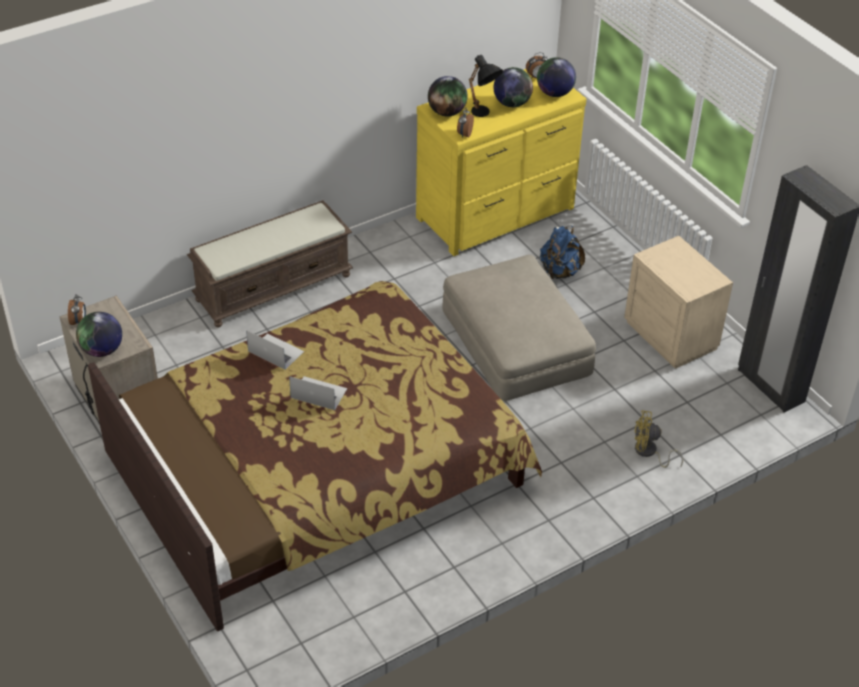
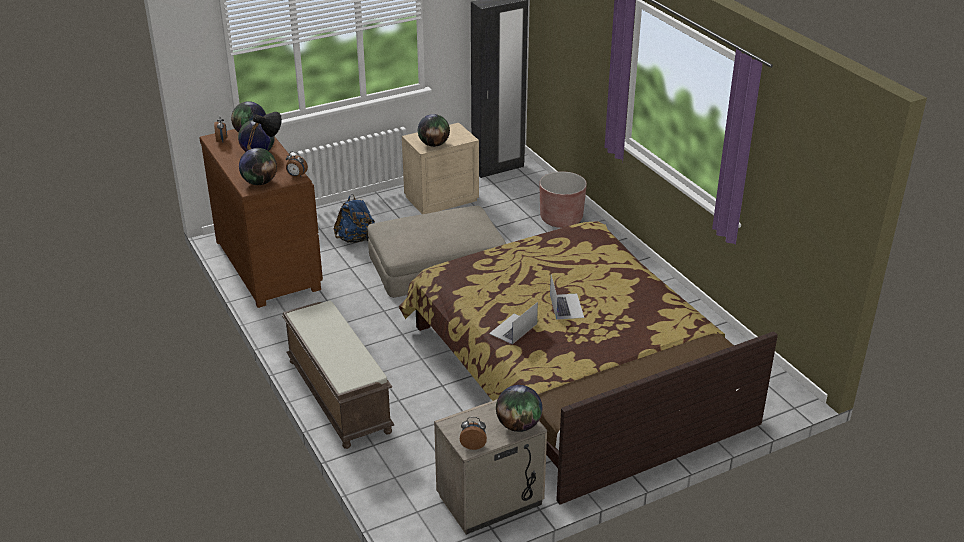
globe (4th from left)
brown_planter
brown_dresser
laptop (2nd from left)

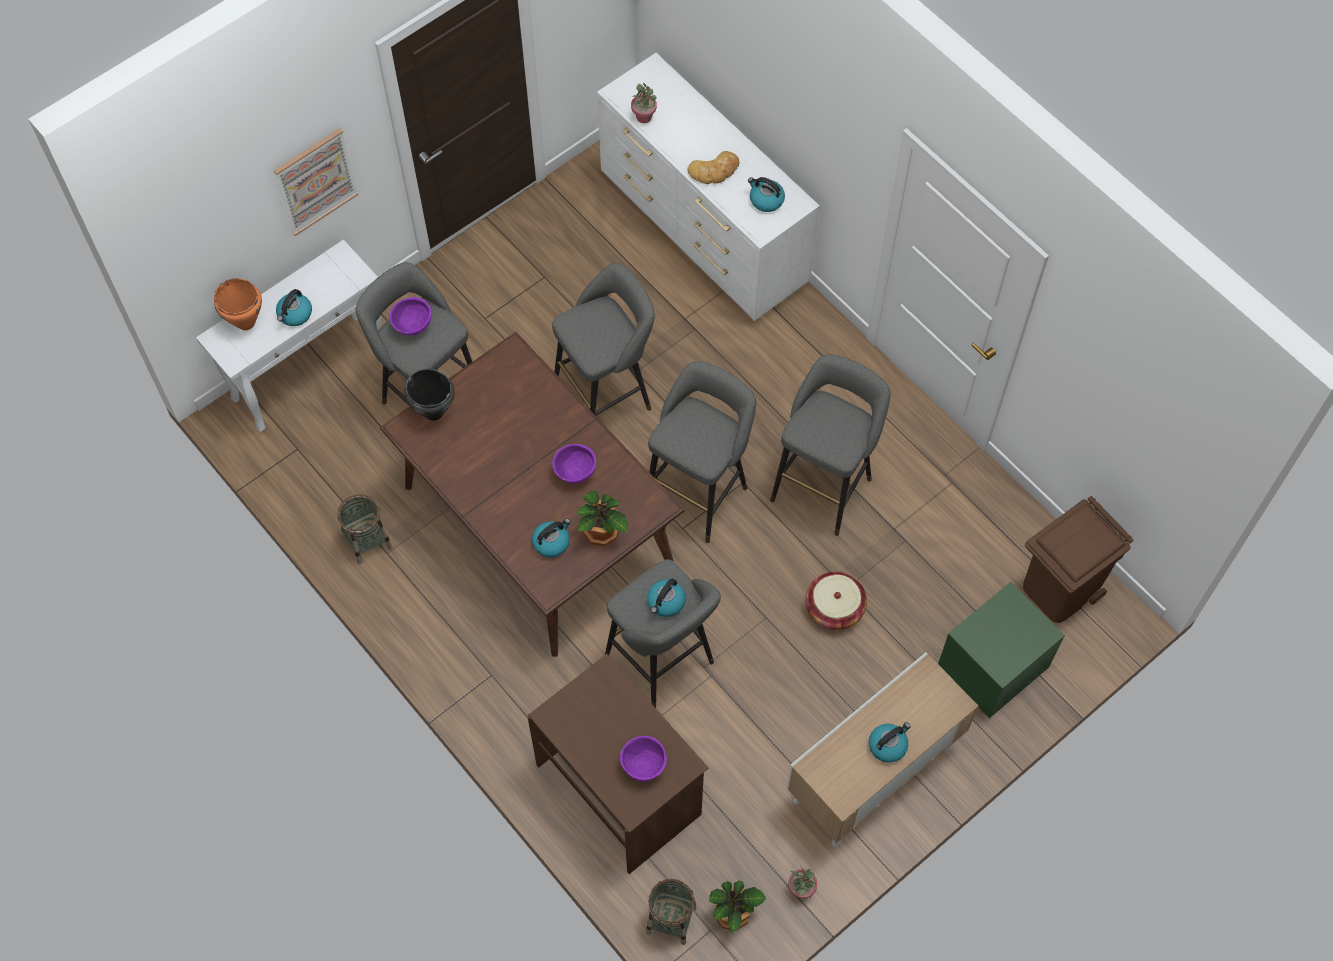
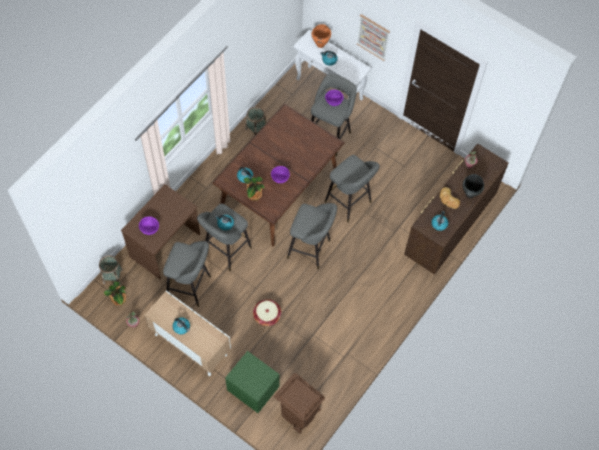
black_cooking_pot
grey_stool (1st from left)
brown_dresser

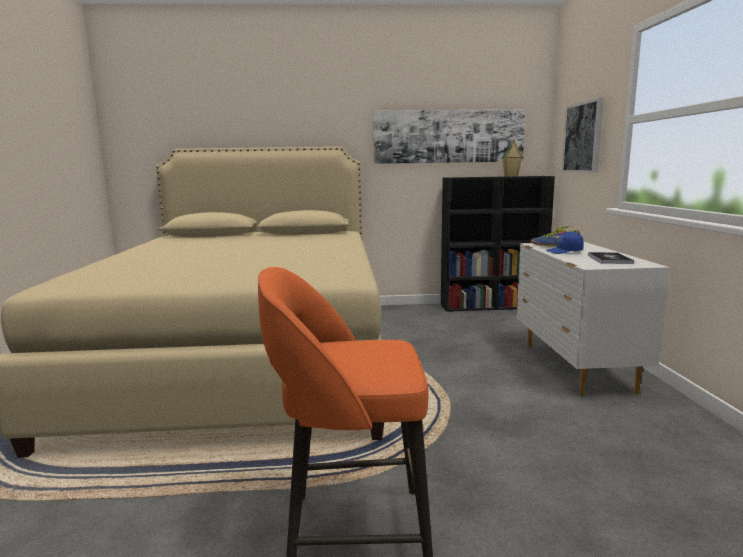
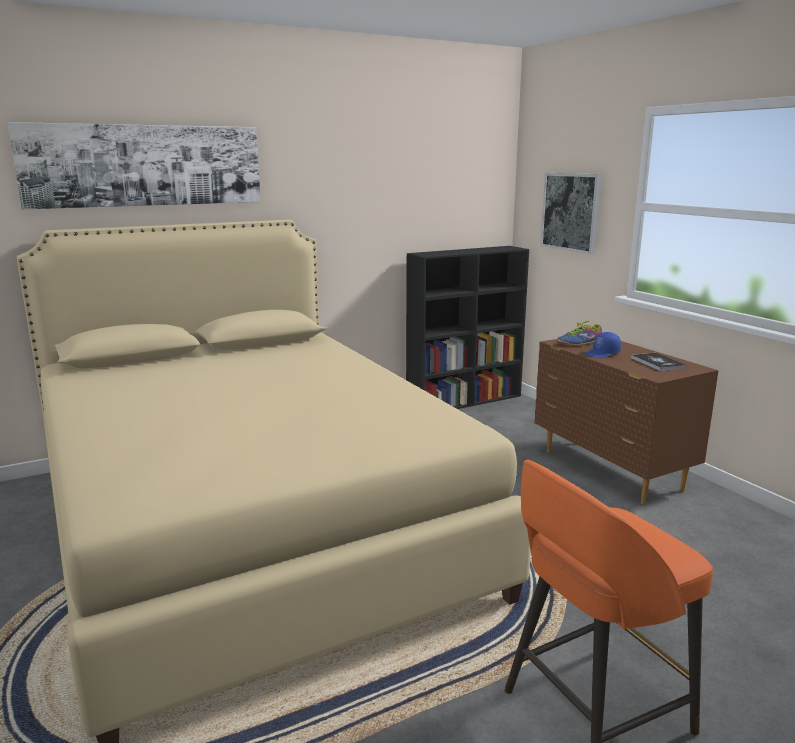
toy_house
picture (1st from left)
brown_dresser

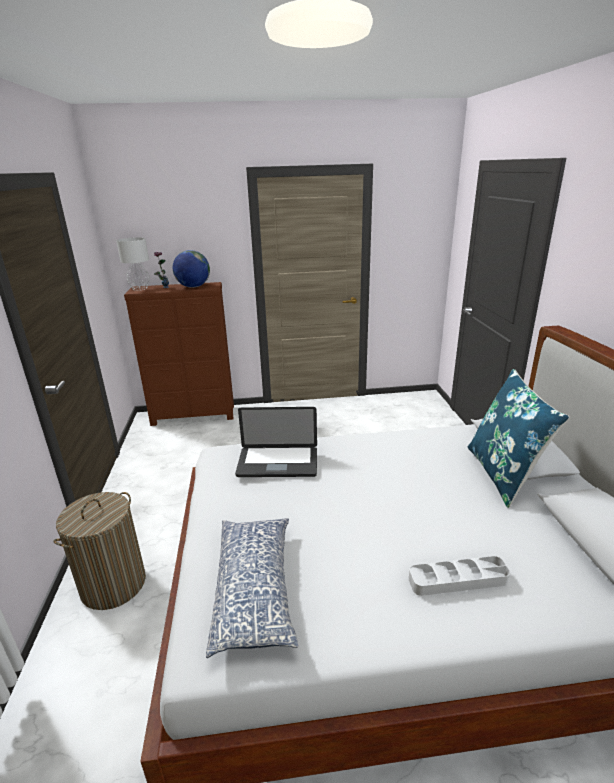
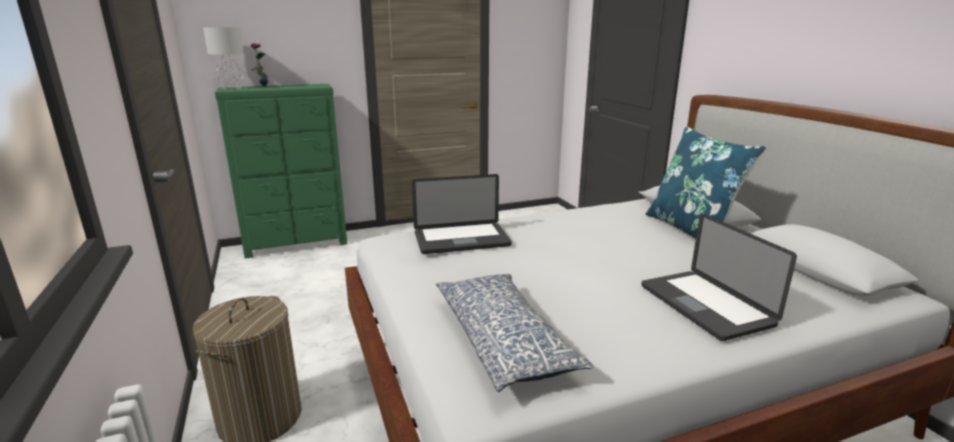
globe
laptop (2nd from left)
green_dresser

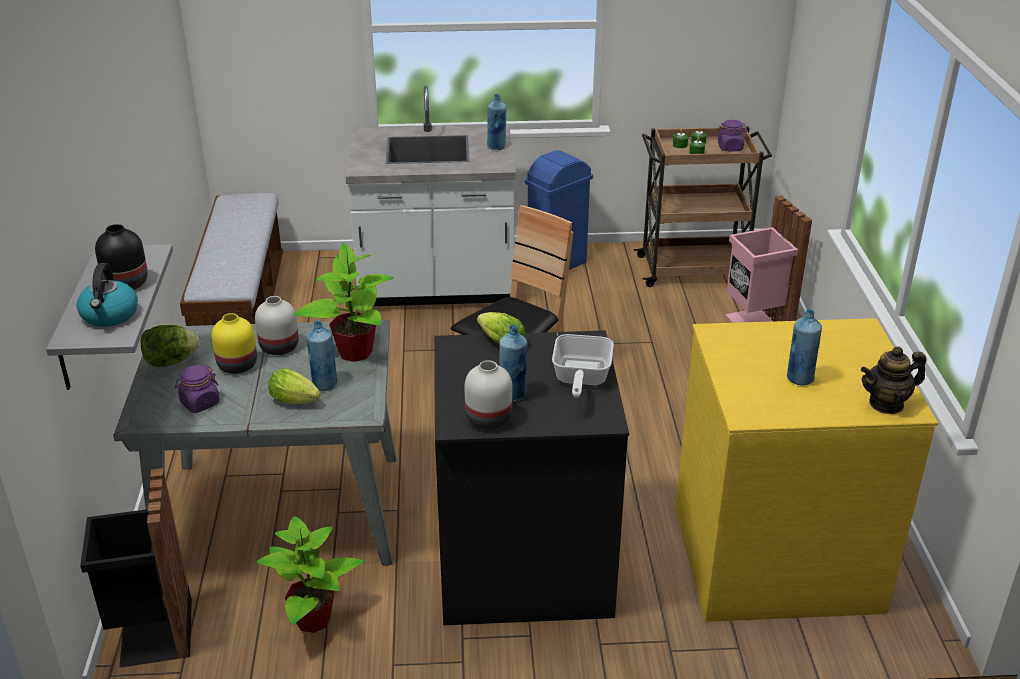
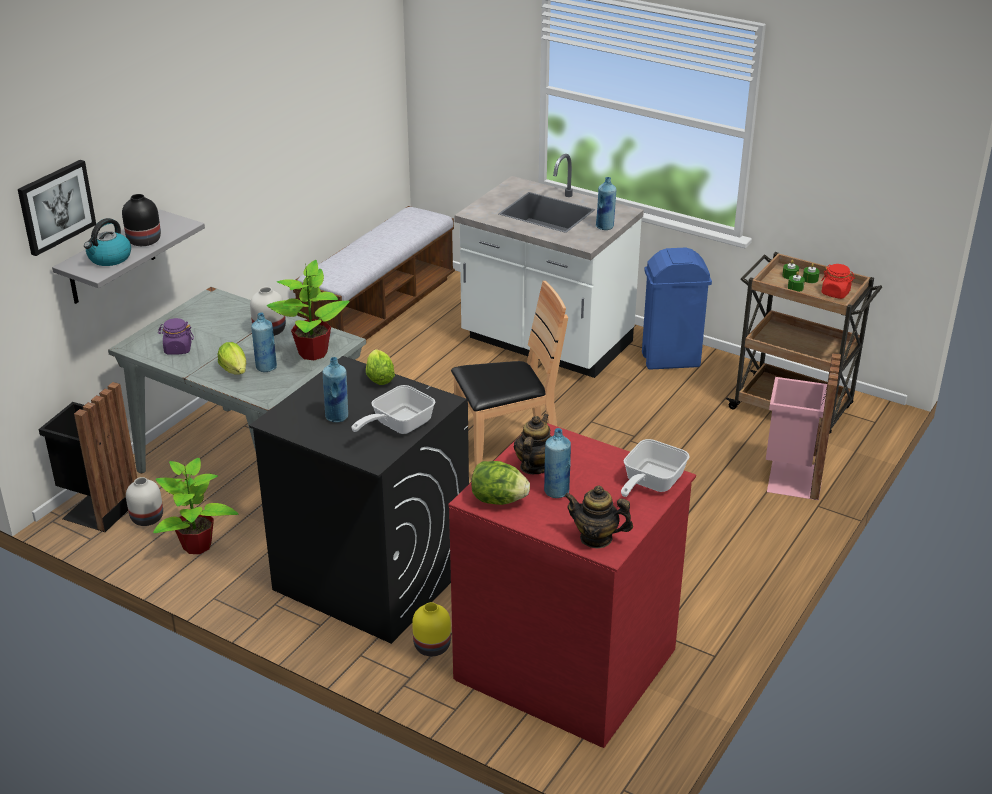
picture
teapot (1st from left)
frying_pan (2nd from left)
lettuce (3rd from left)
yellow_vase
white_vase (1st from left)
red_dresser
red_jar

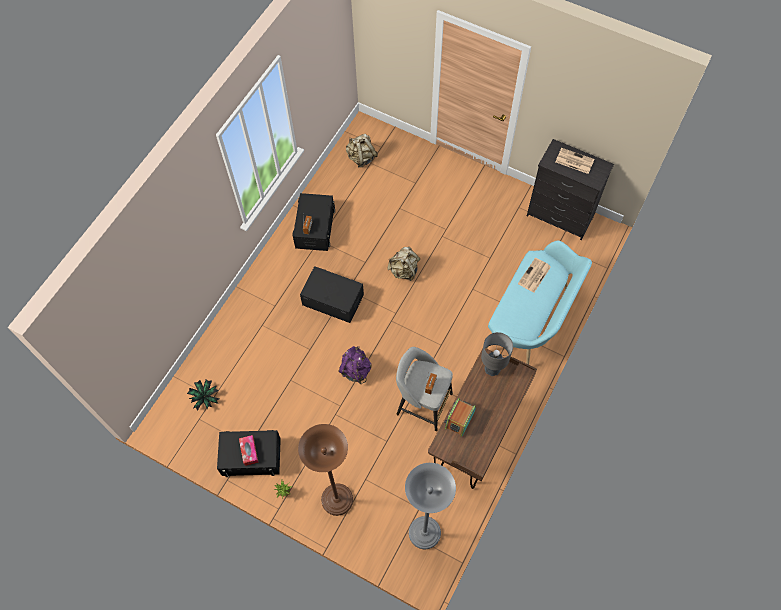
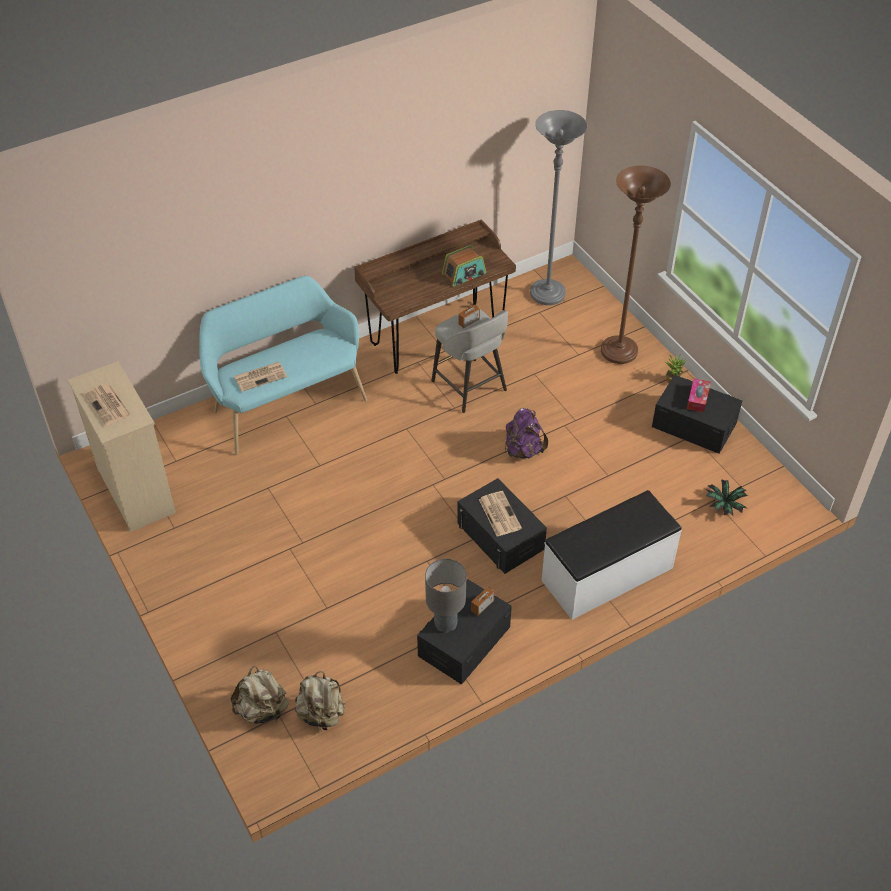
newspaper (3rd from left)
white_bench
beige_backpack (1st from left)
grey_table_lamp
beige_dresser

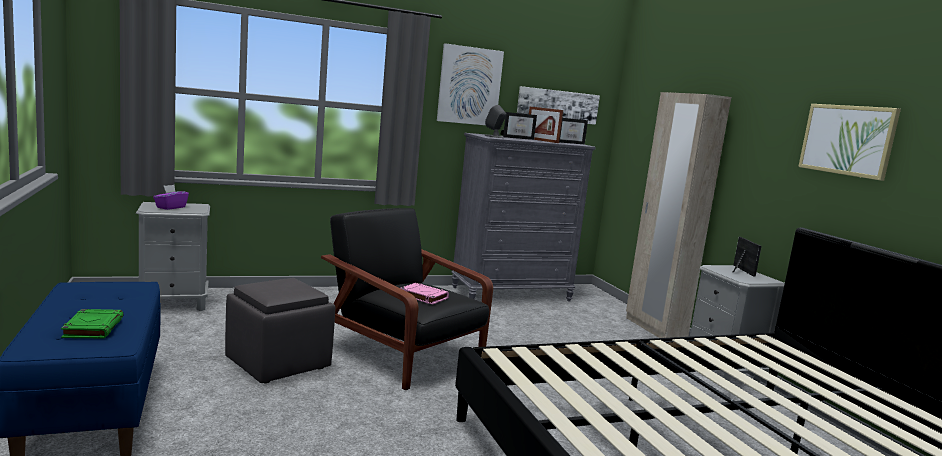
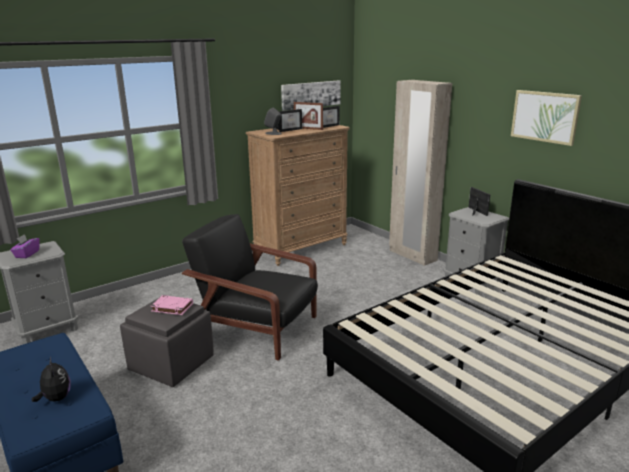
picture (1st from left in the first image)
pink_book
plush_toy
brown_dresser

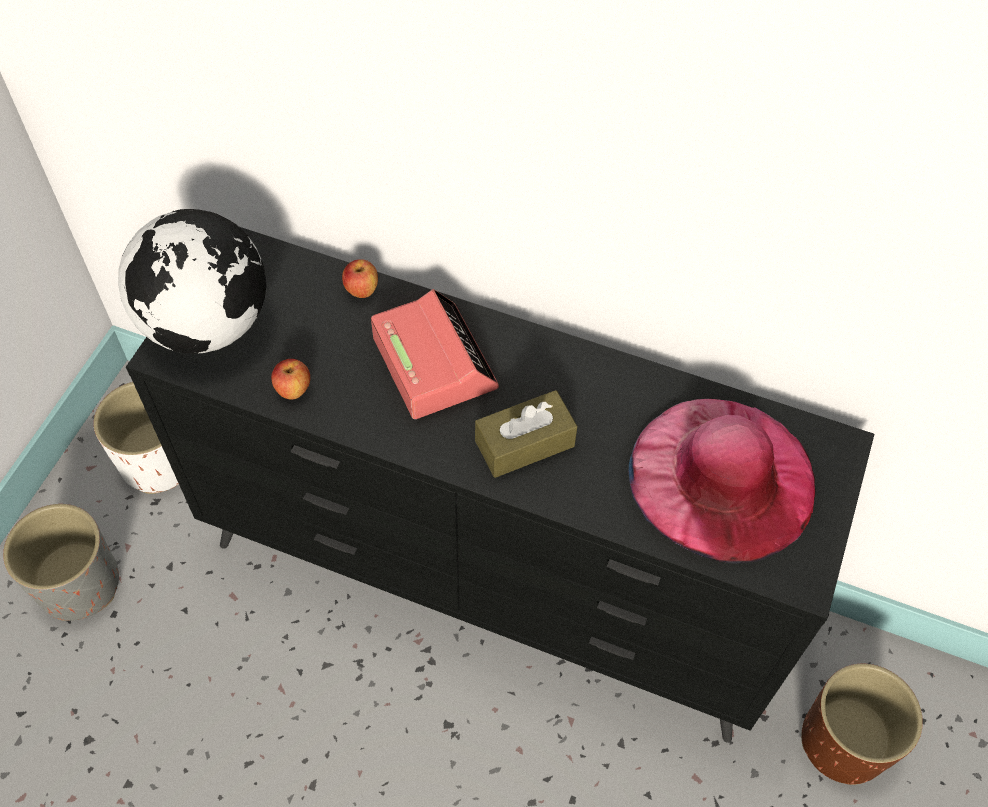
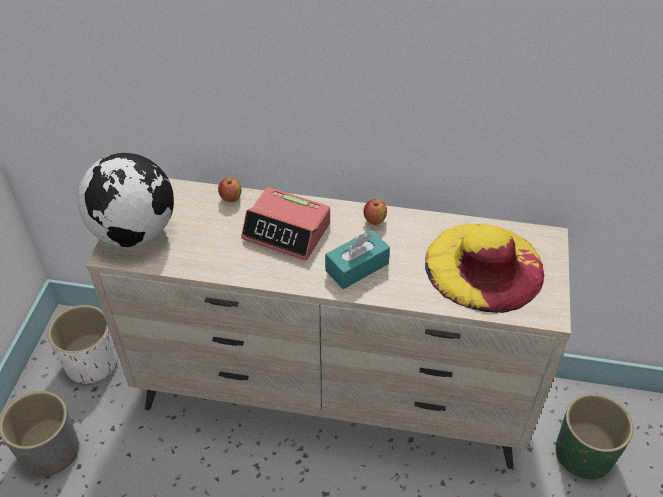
apple (2nd from left)
beige_dresser
turquoise_tissue_box
yellow_hat
green_planter
alarm_clock

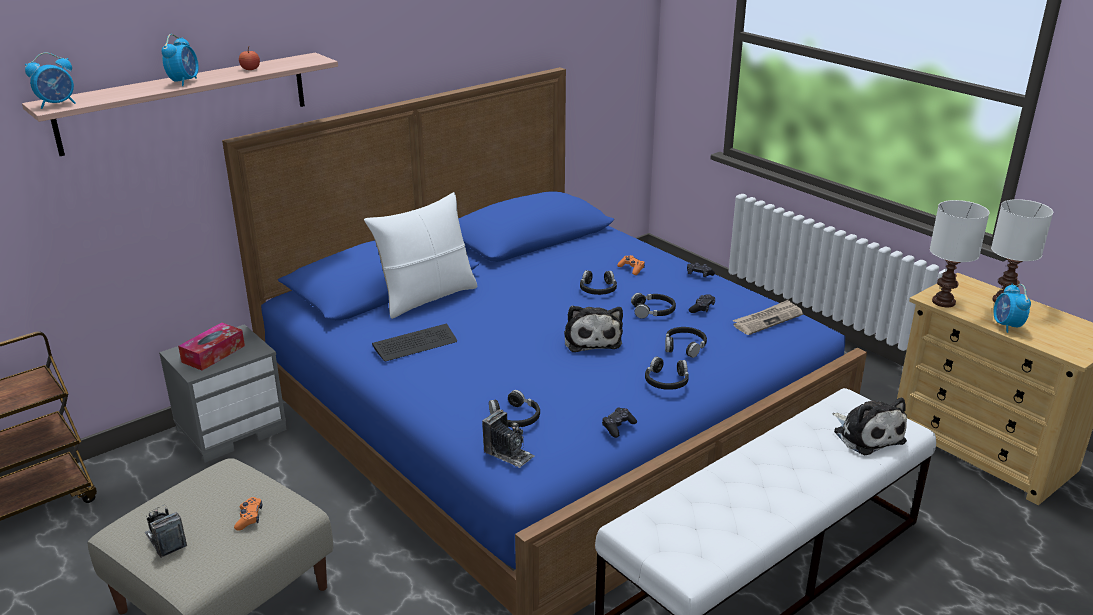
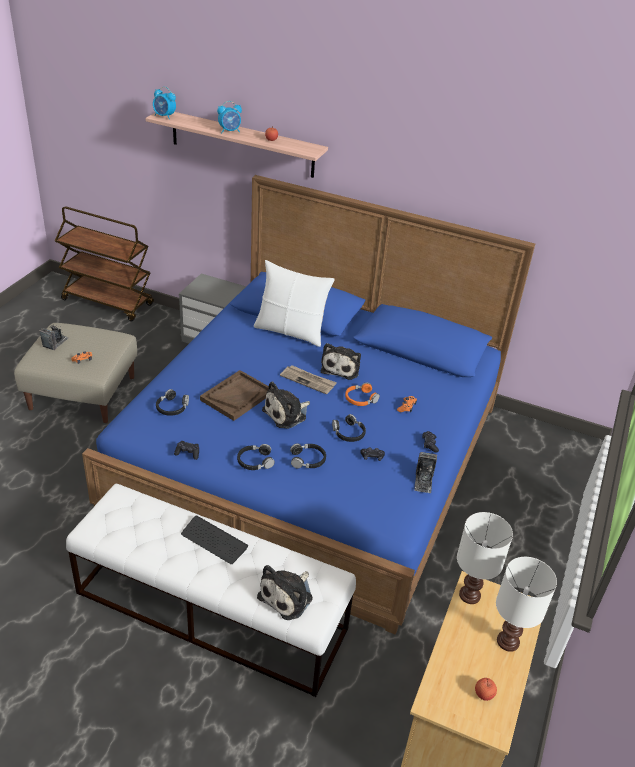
tissue_box
alarm_clock (3rd from left in the first image)
brown_tray
plush_toy (3rd from left)
apple (2nd from left)
keyboard
photo_camera (2nd from left)
newspaper
orange_headphones

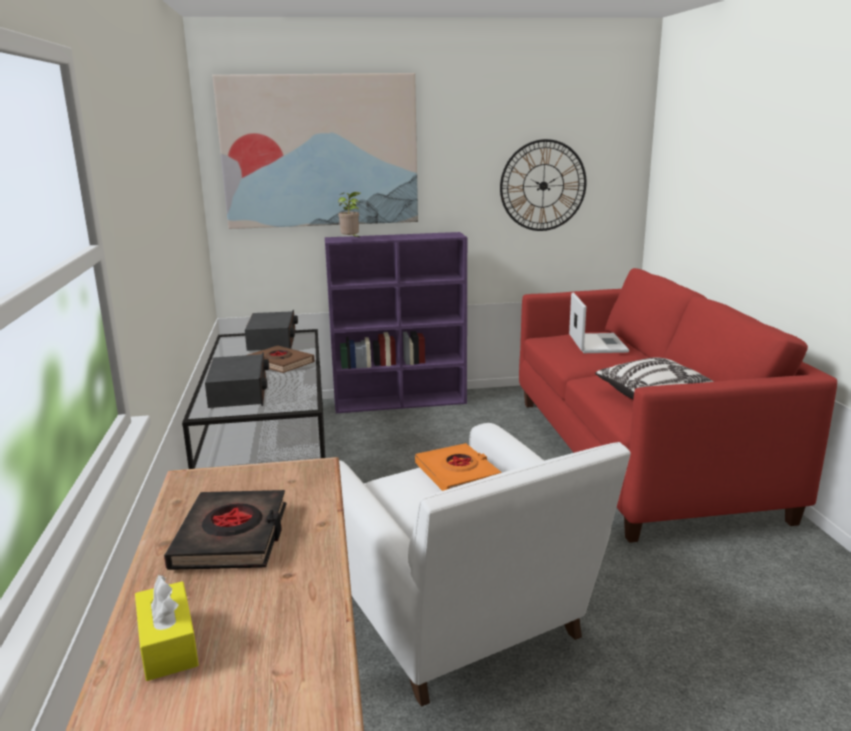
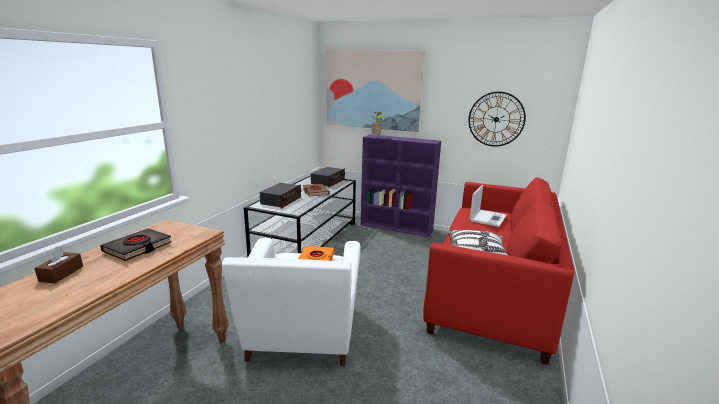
brown_tissue_box

